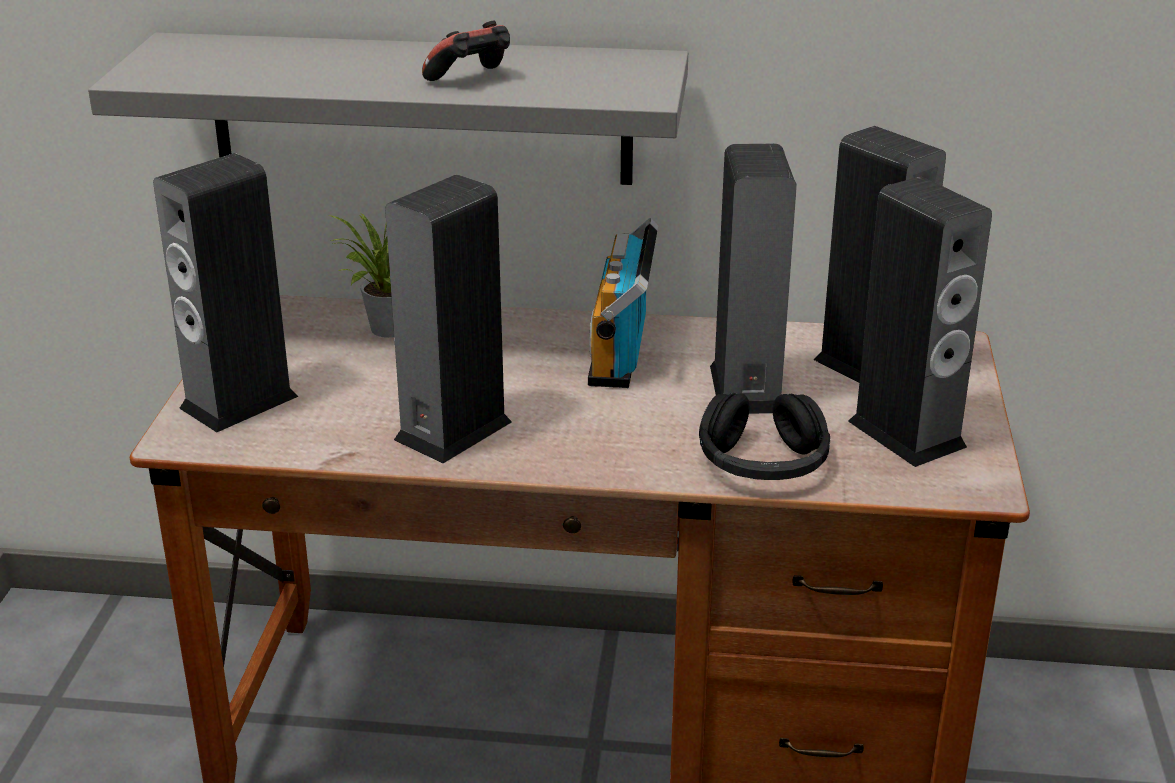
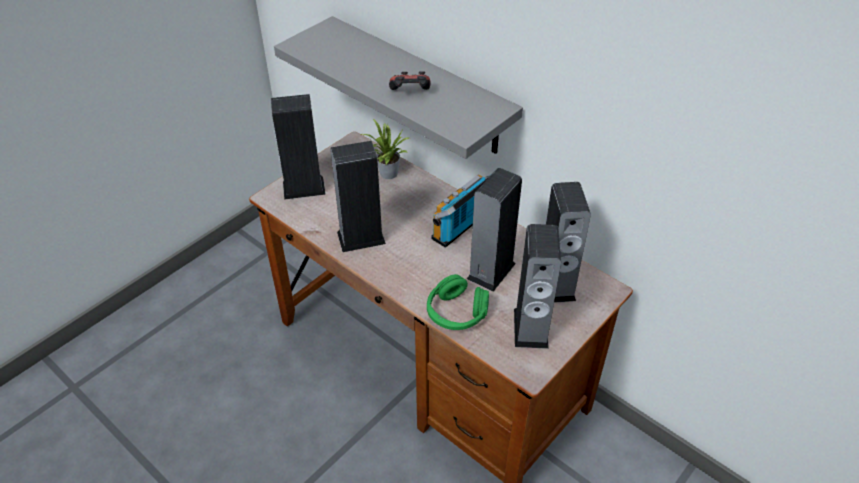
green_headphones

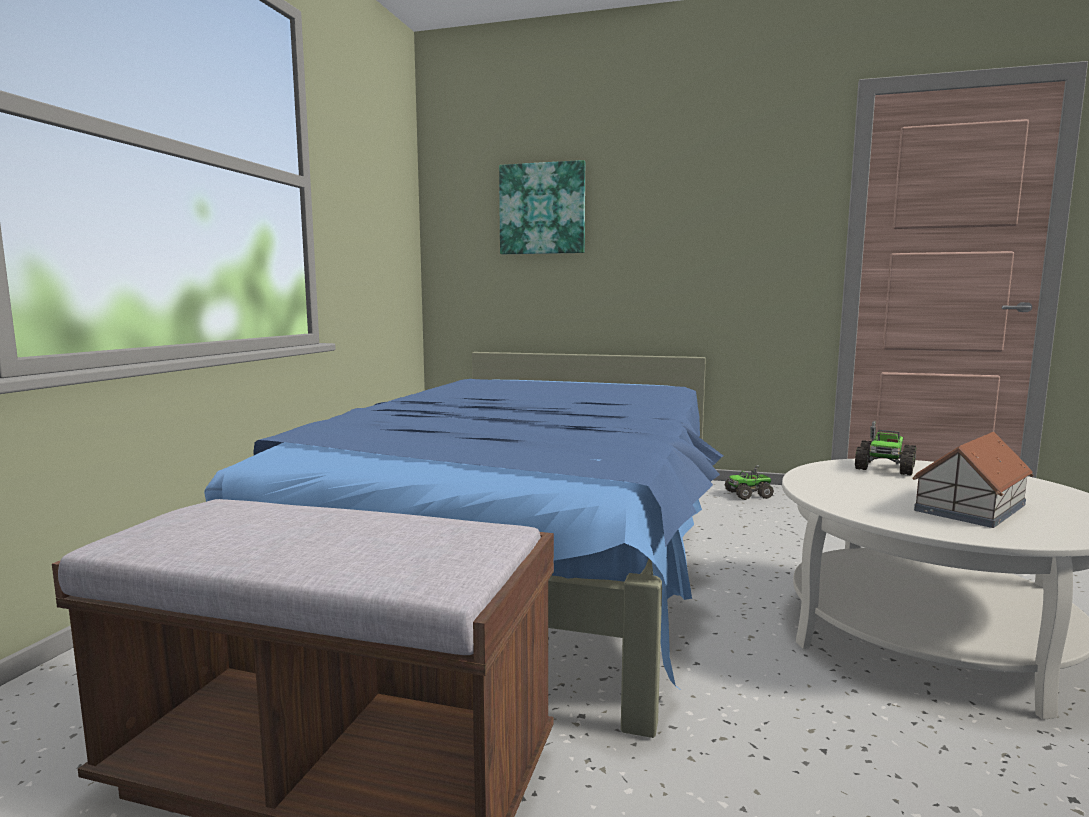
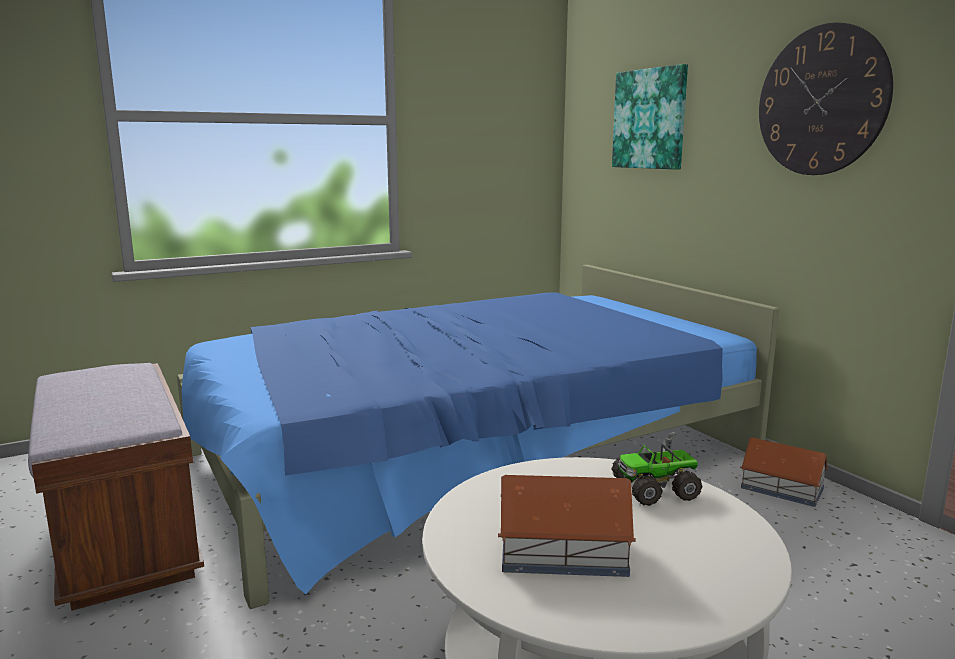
wall_clock
toy_house (2nd from left)

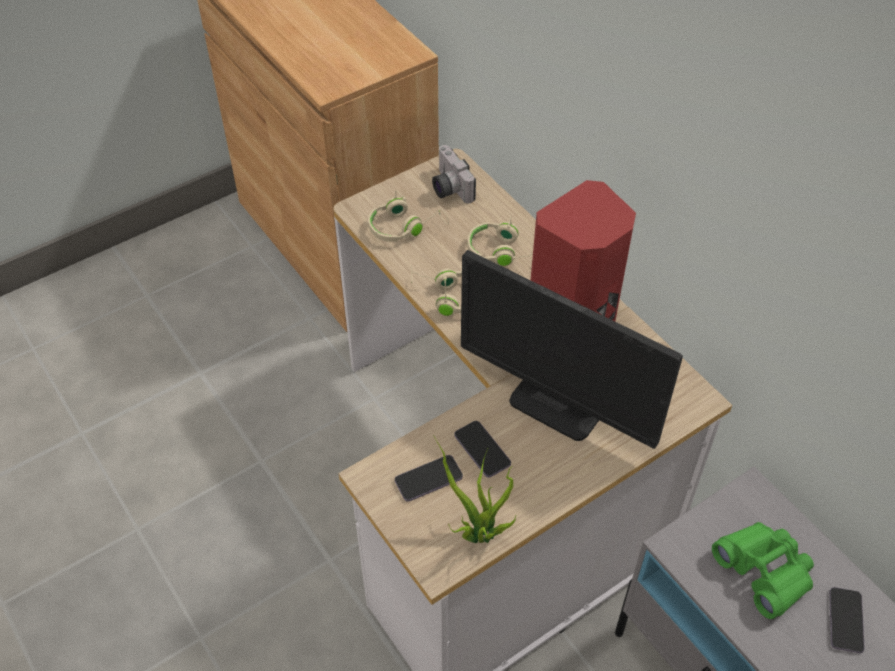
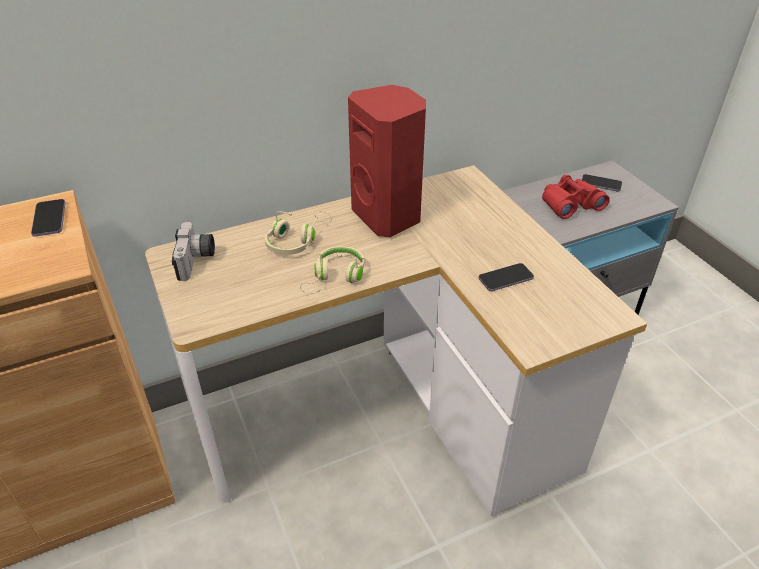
beige_headphones (1st from left in the first image)
potted_plant
monitor
phone (1st from left)
red_binoculars
photo_camera

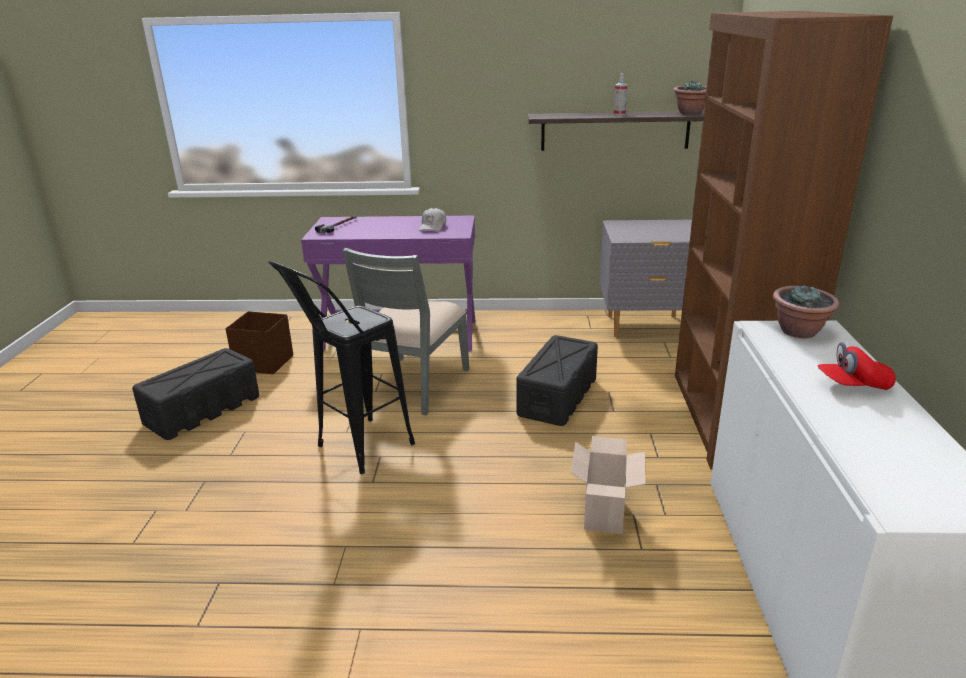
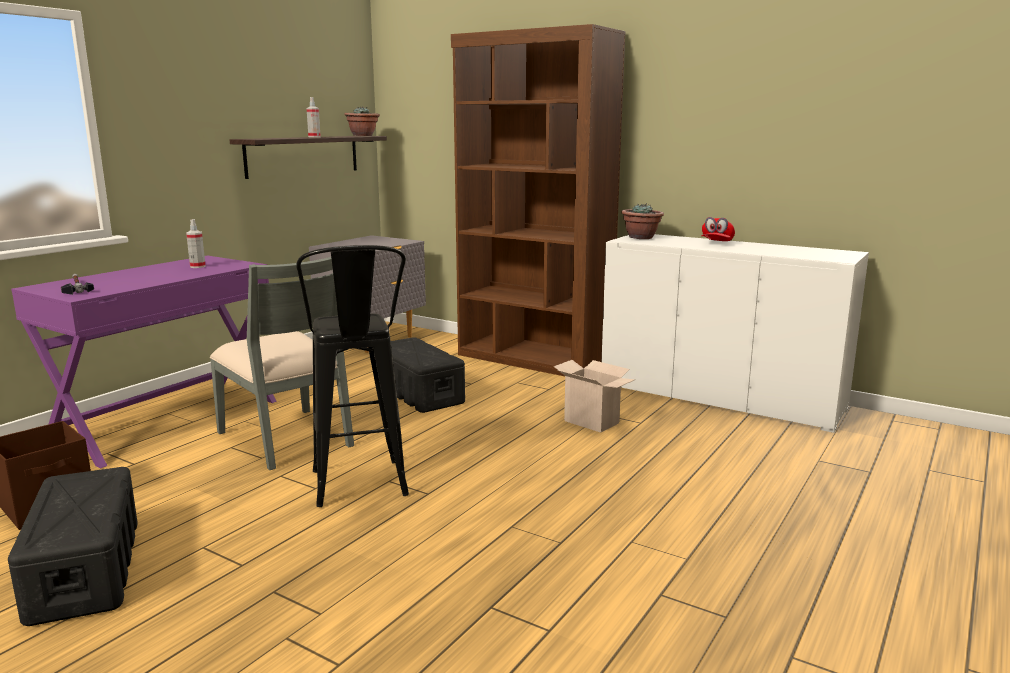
spray_bottle (1st from left)

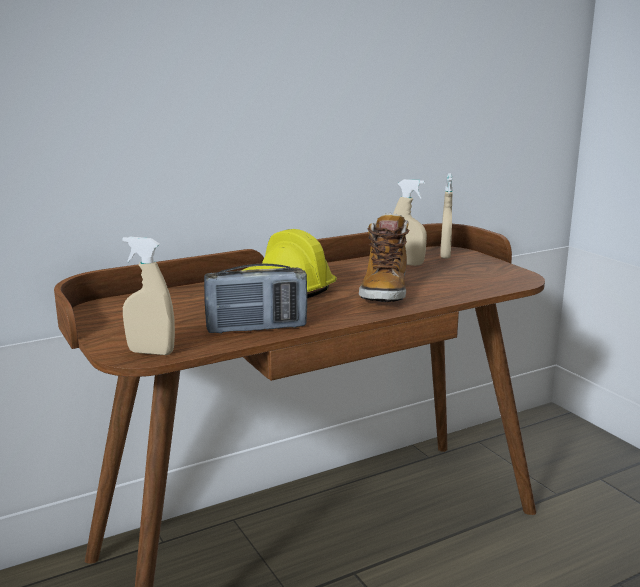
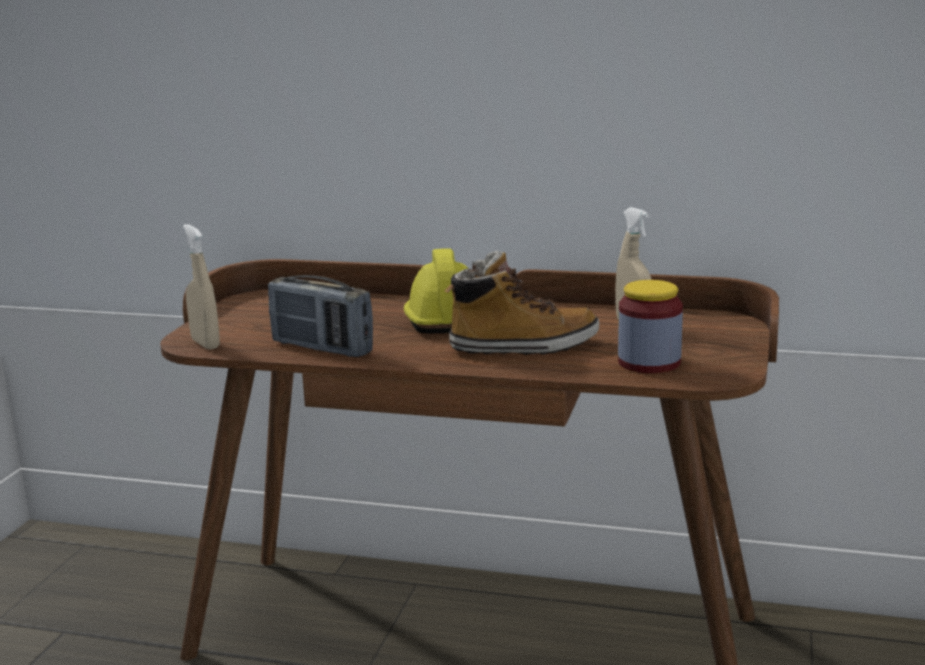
beige_spray_bottle (3rd from left in the first image)
jar
boot

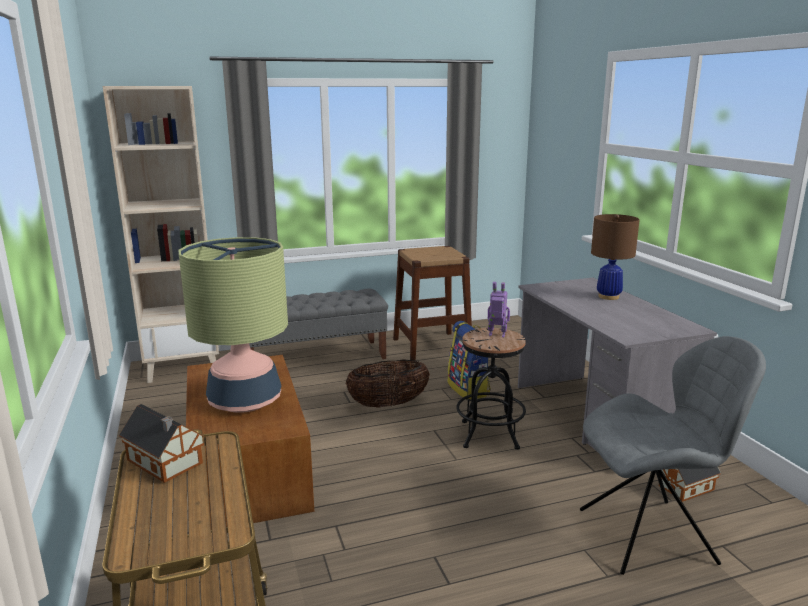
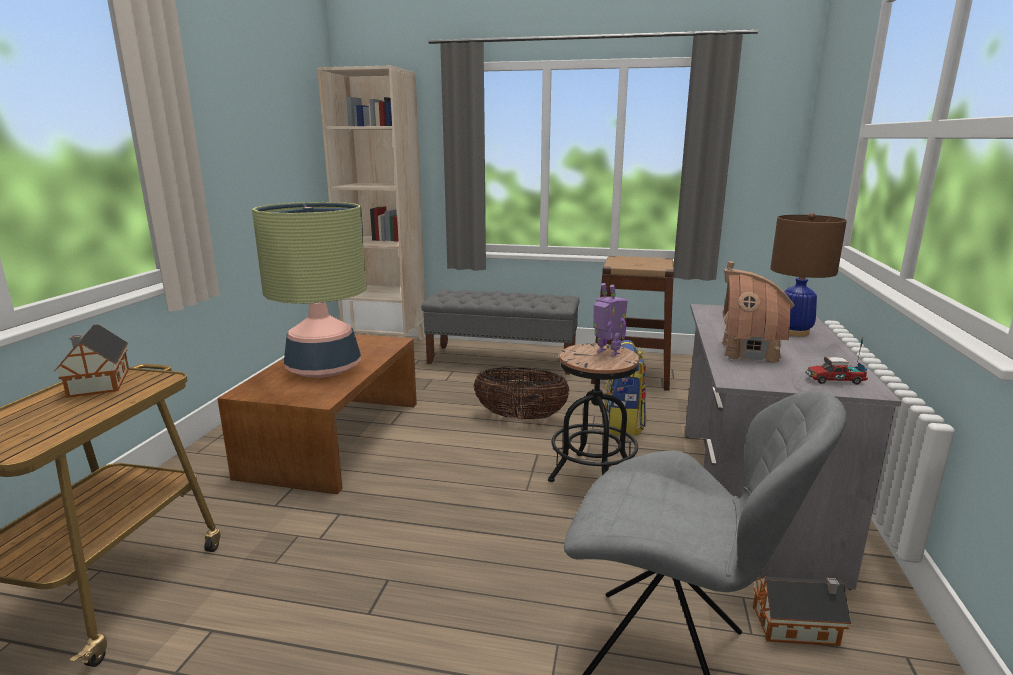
toy_house (2nd from left)
toy_truck

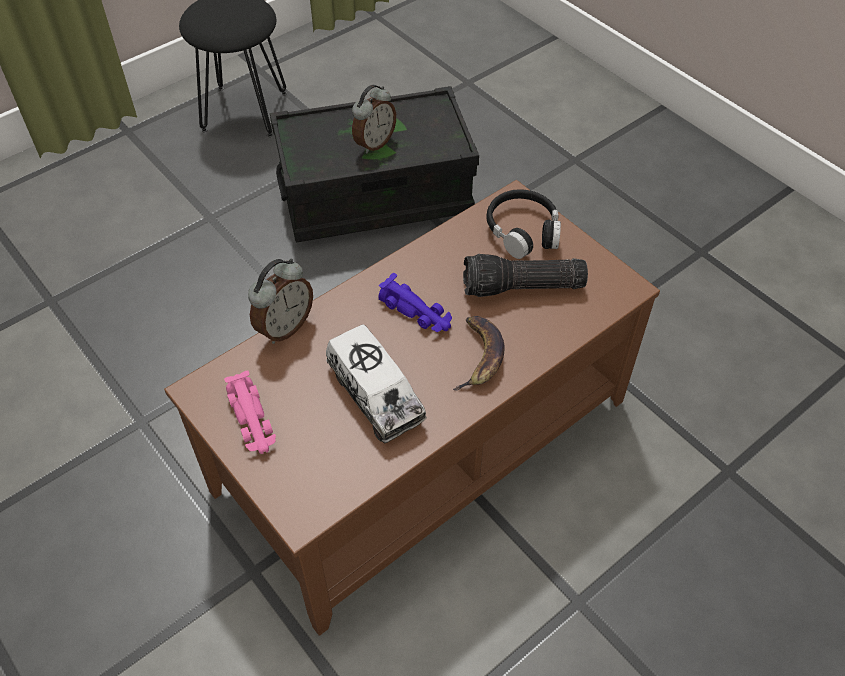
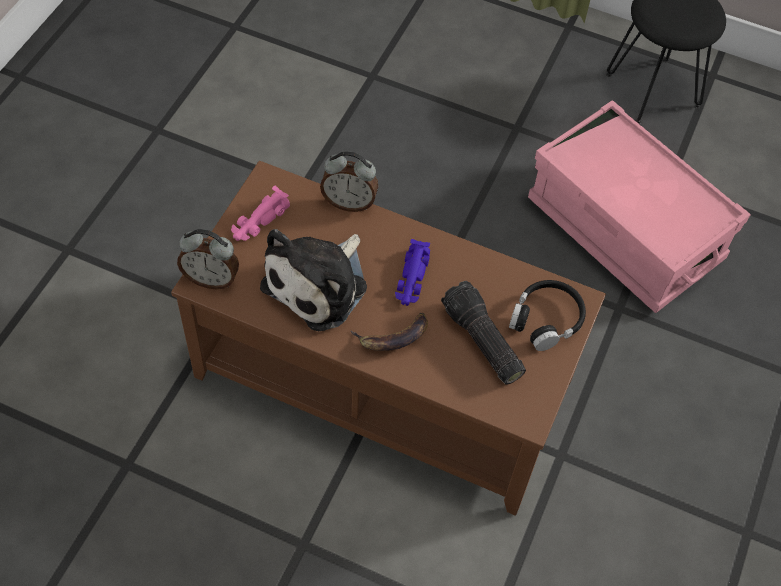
alarm_clock (1st from left)
plush_toy
pink_storage_box

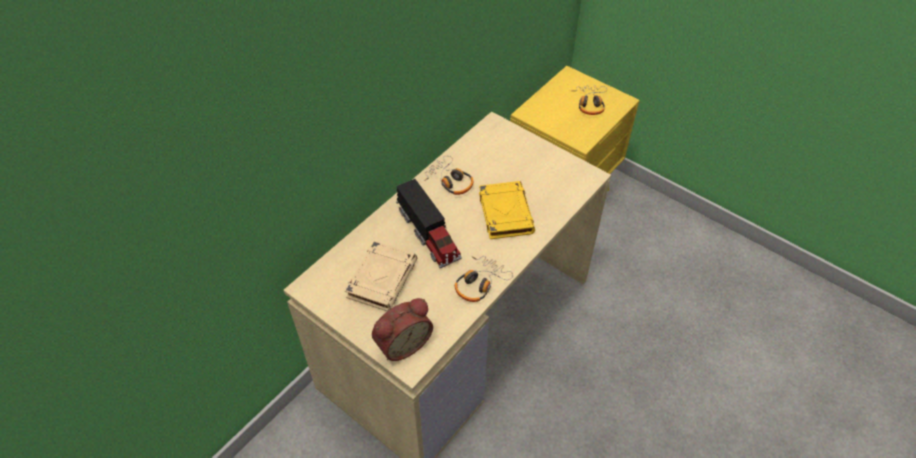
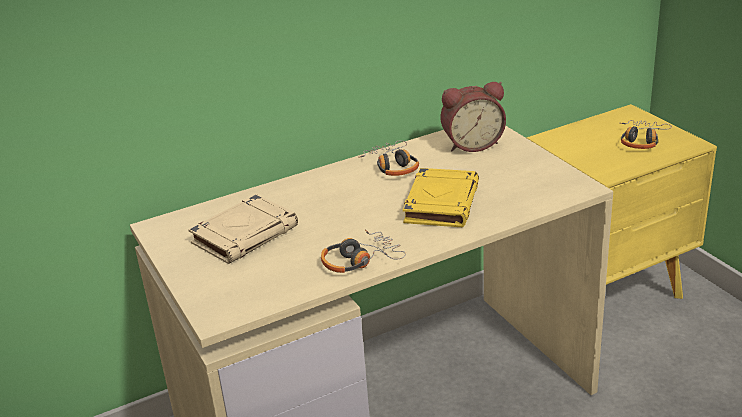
toy_truck
alarm_clock

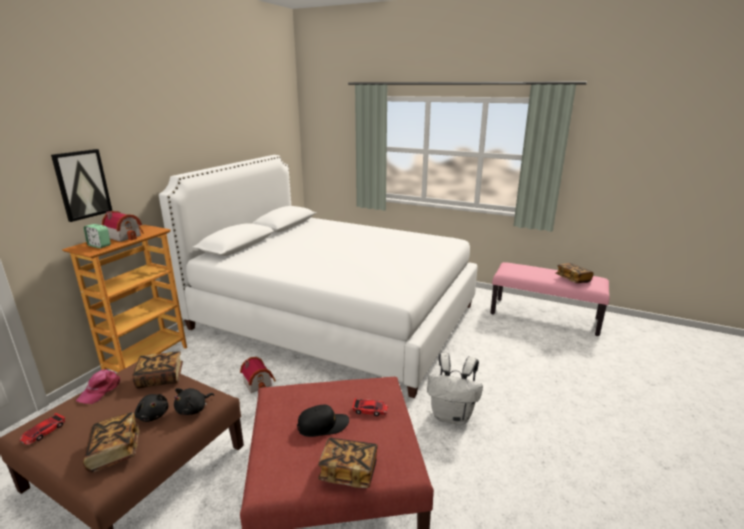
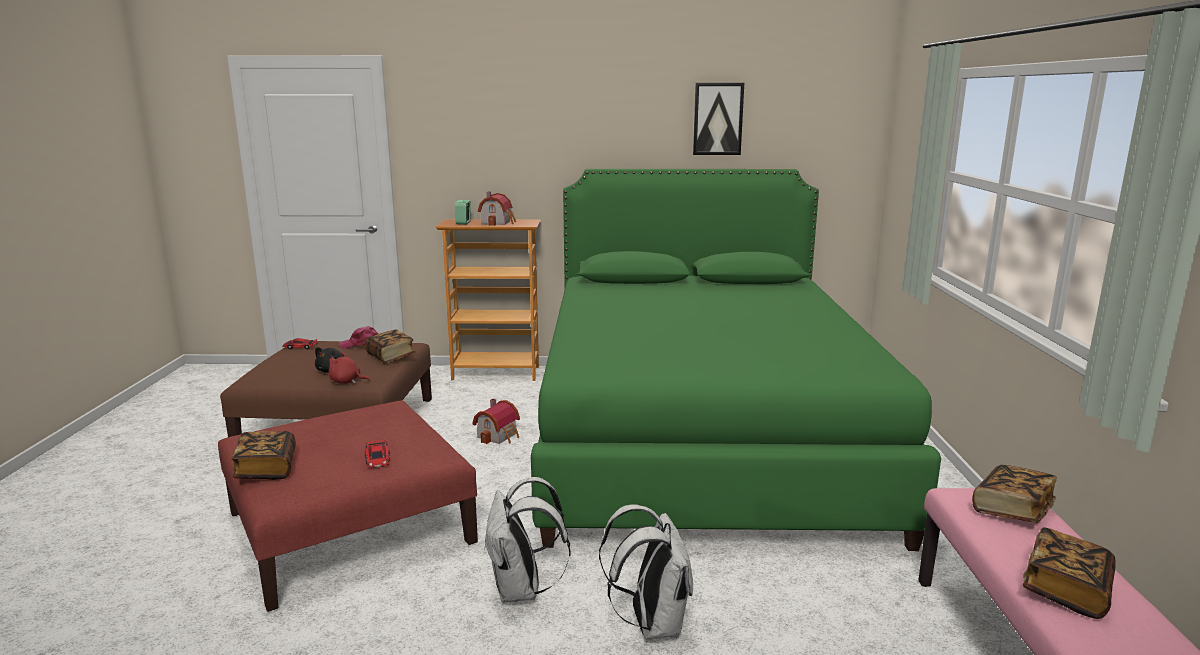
black_cap
white_backpack (2nd from left)
picture
book (3rd from left)
green_bed
red_plush_toy

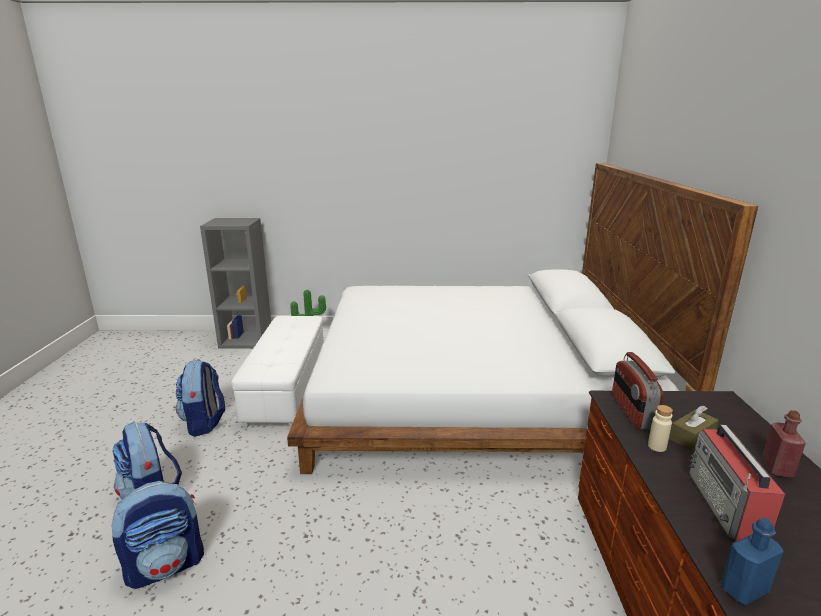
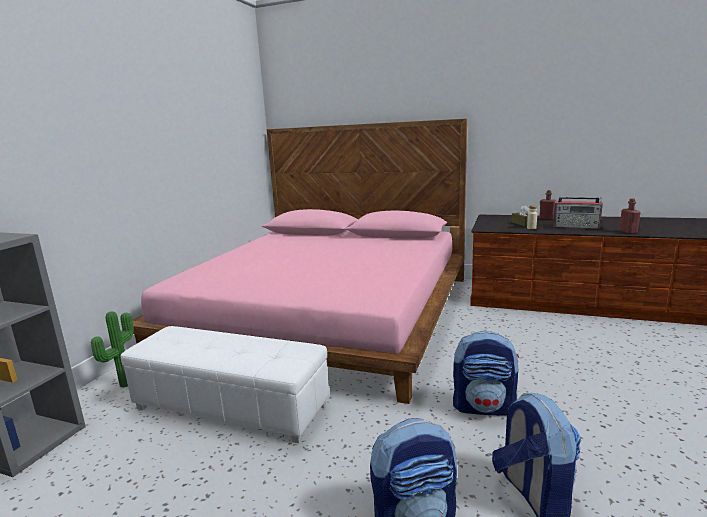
radio (1st from left in the first image)
backpack (2nd from left)
pink_bed
red_bottle (2nd from left)

